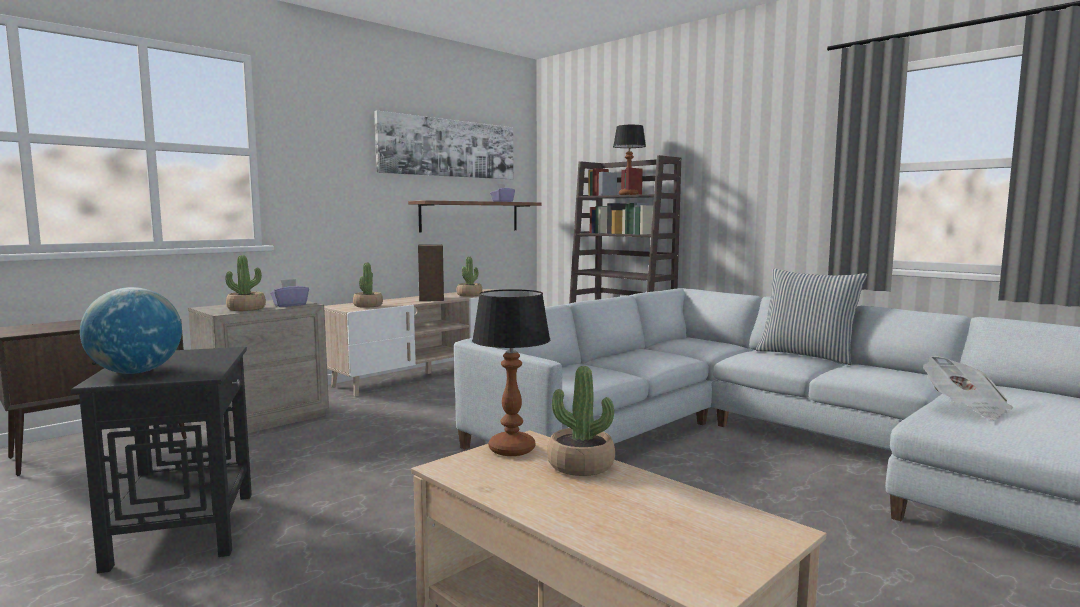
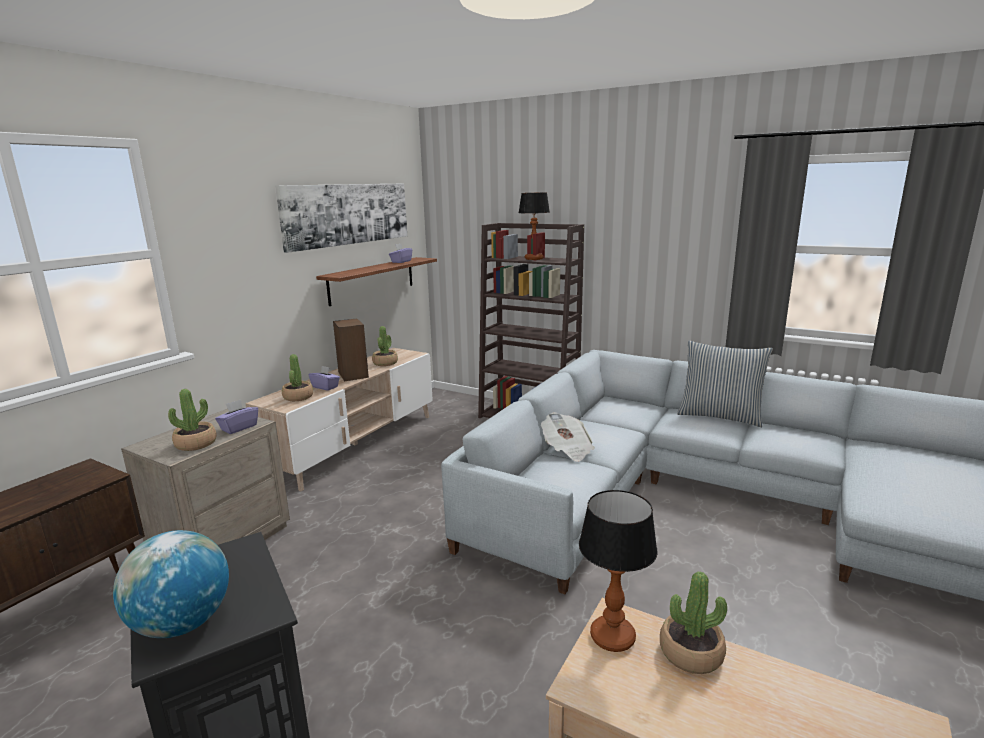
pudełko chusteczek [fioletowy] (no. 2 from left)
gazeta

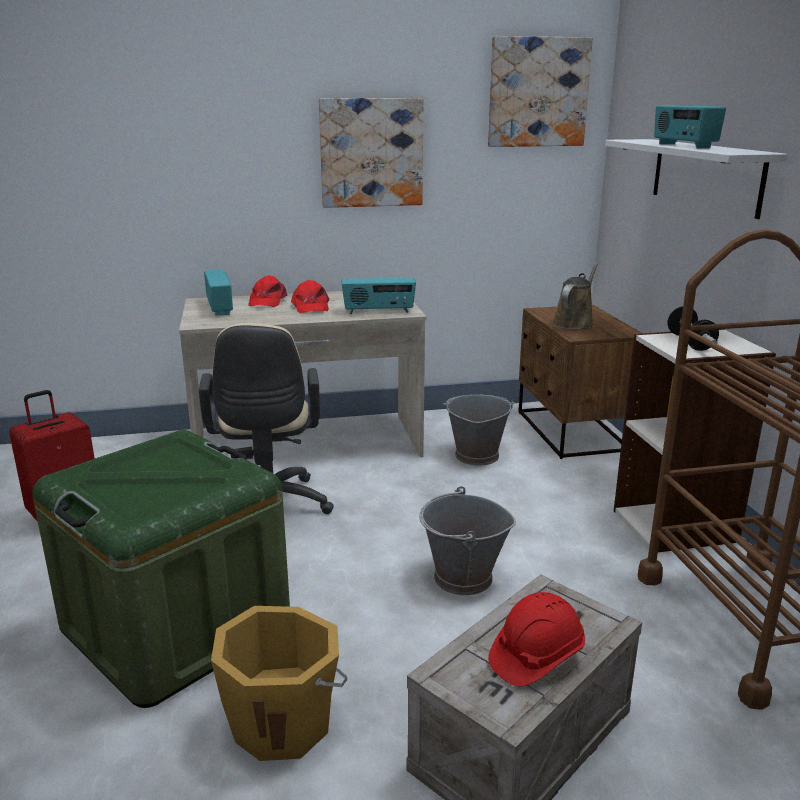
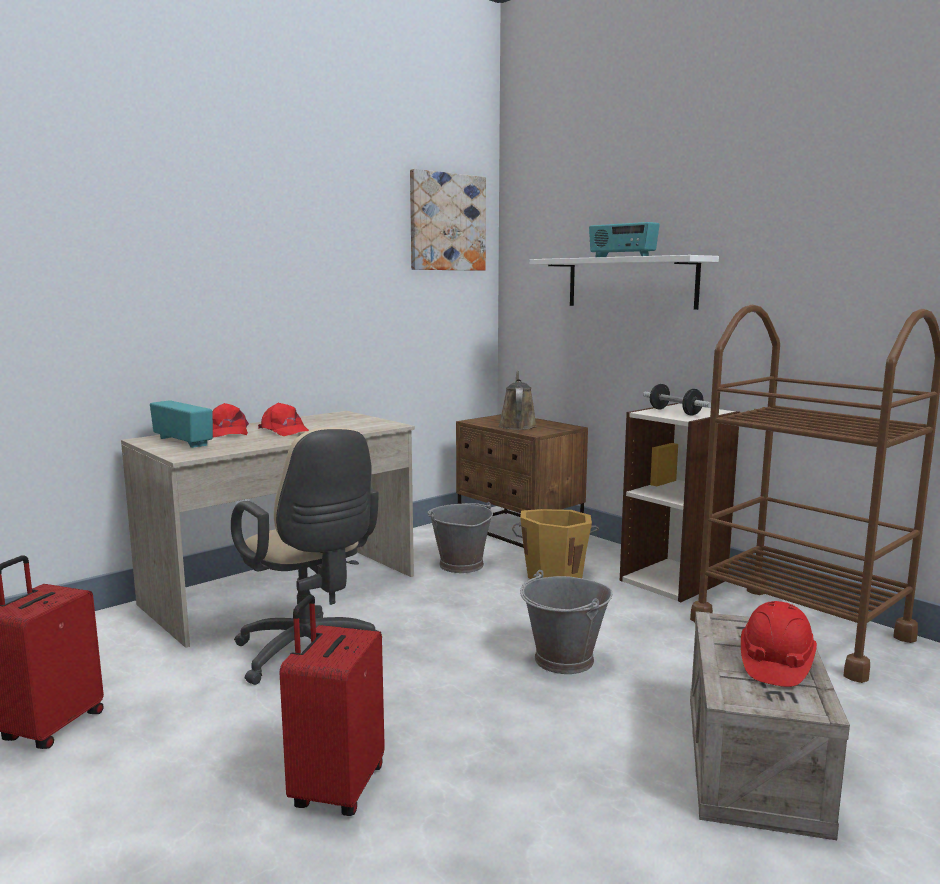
walizka [czerwony] (no. 2 from left)
wiadro [pomarańczowy]
obraz (no. 1 from left in the first image)
radio (no. 2 from left in the first image)

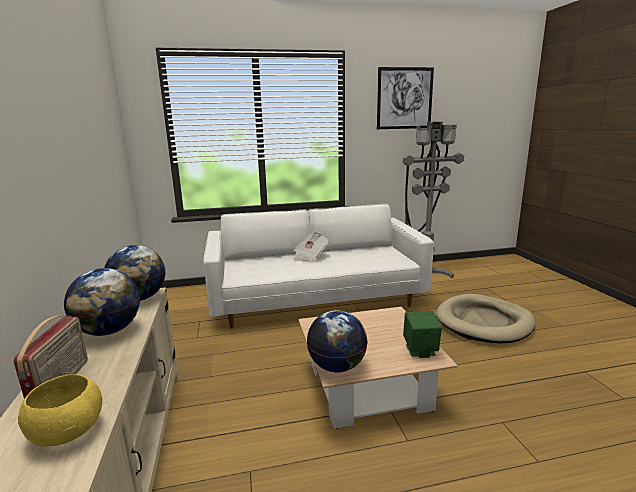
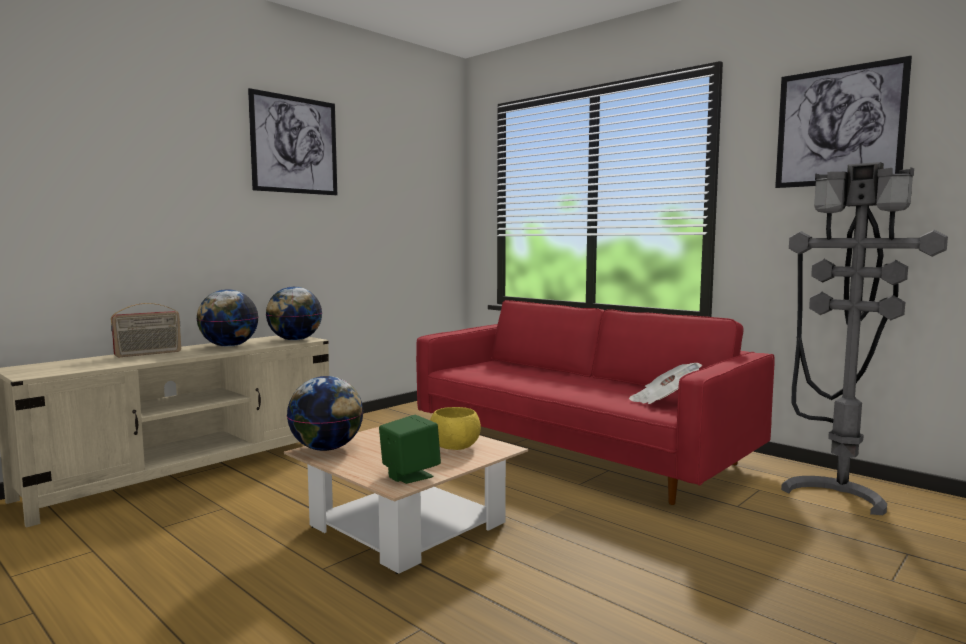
obraz (no. 1 from left)
kanapa [czerwony]
miska [żółty]
gazeta
legowisko [beżowy]

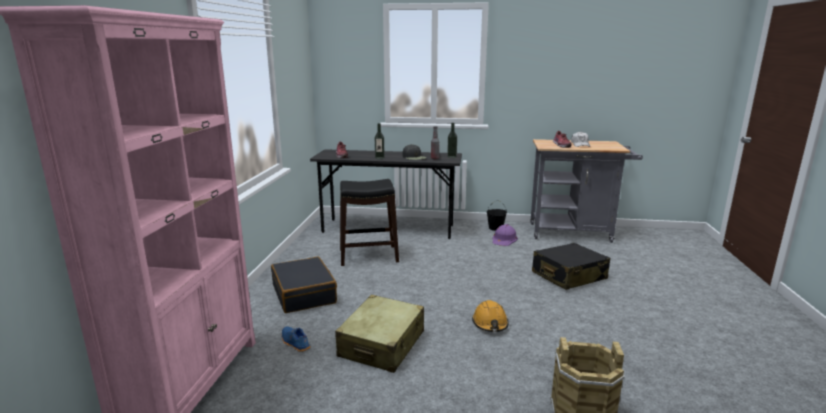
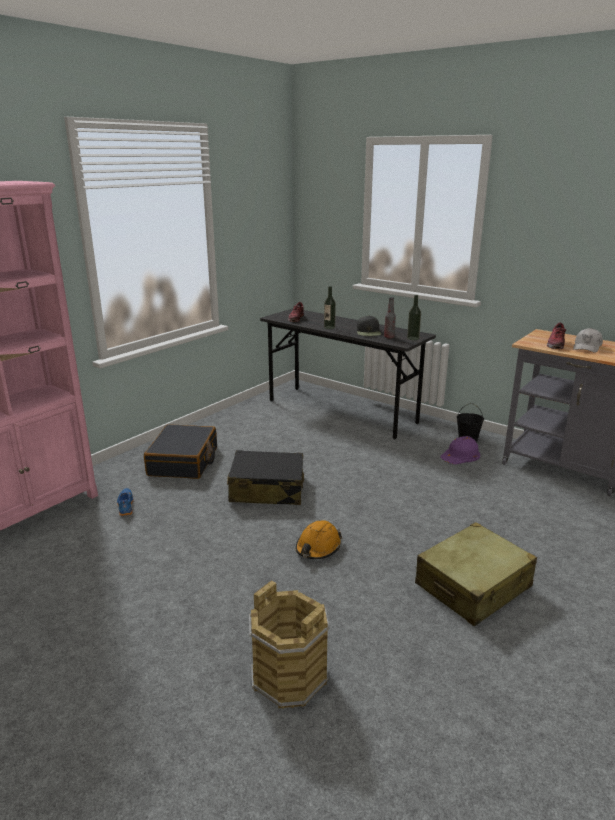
walizka [czarny] (no. 2 from left)
walizka [beżowy]
stołek [czarny]

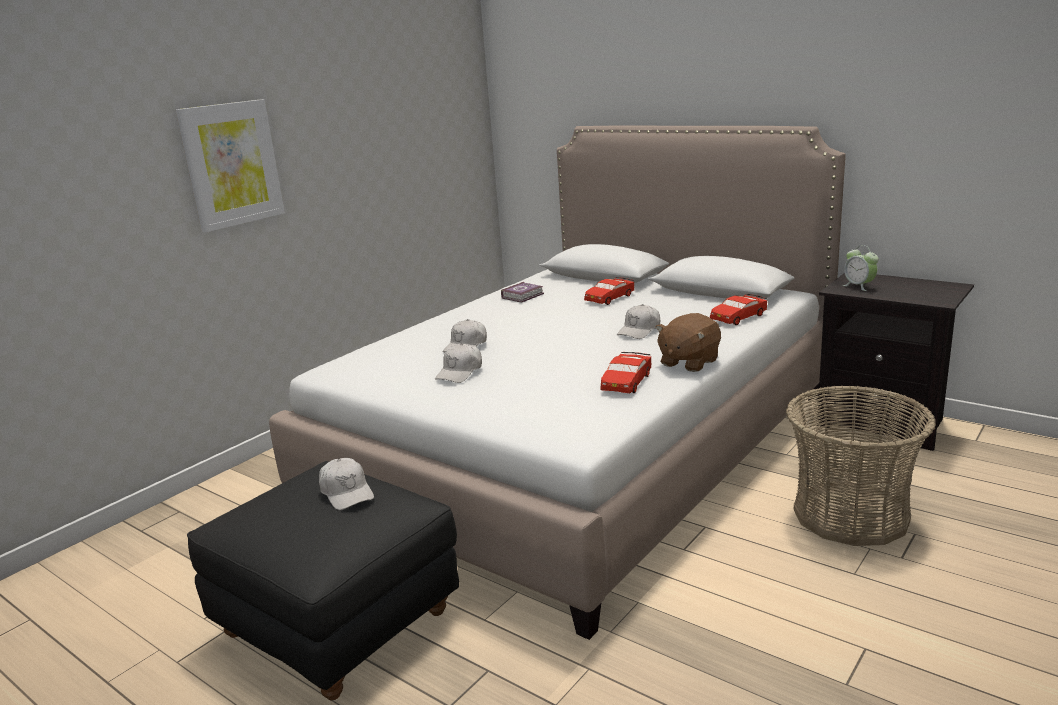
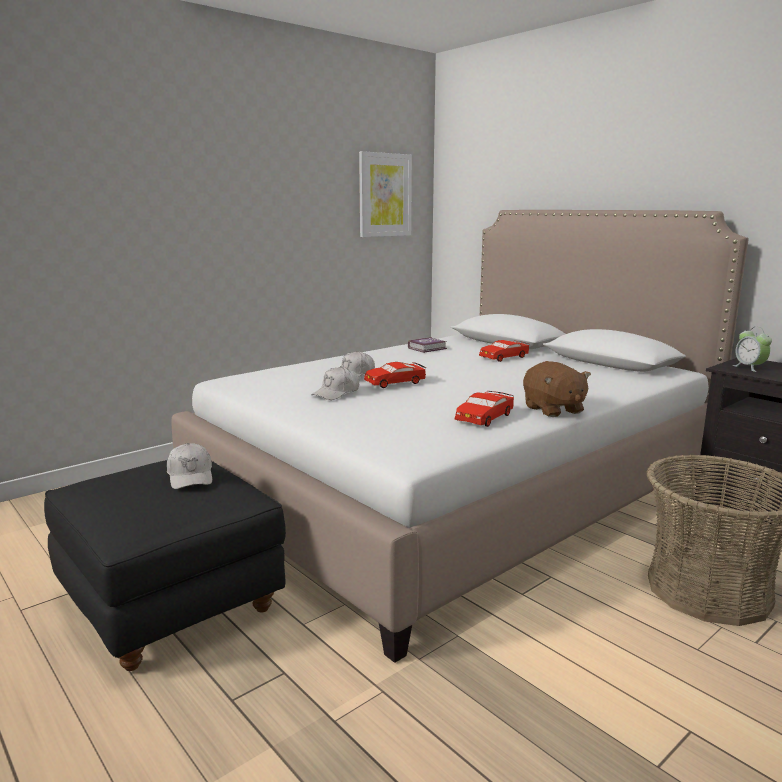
obraz
samochodzik [czerwony] (no. 1 from left)
pluszak [brązowy]
czapka z daszkiem [biały] (no. 4 from left in the first image)

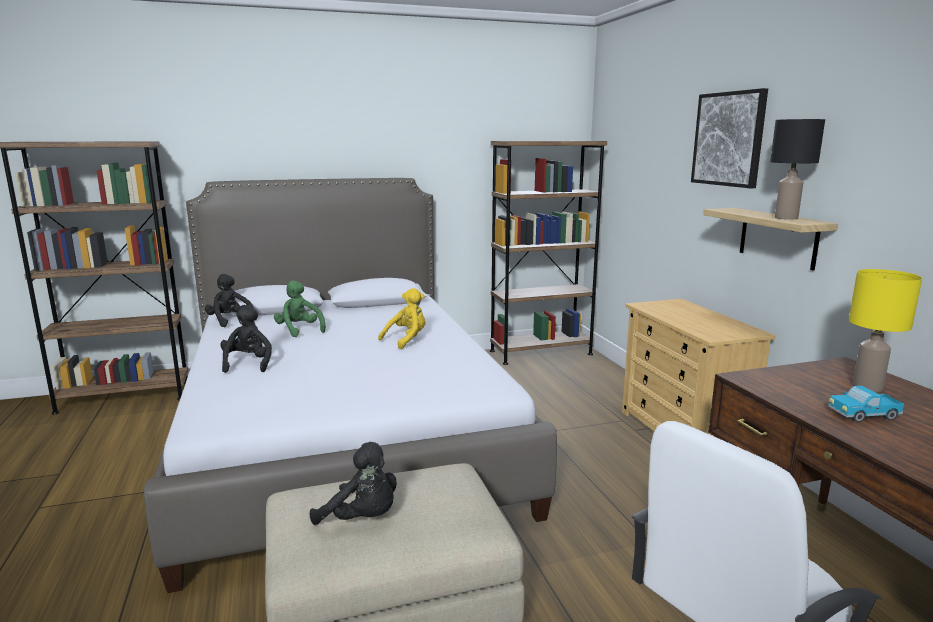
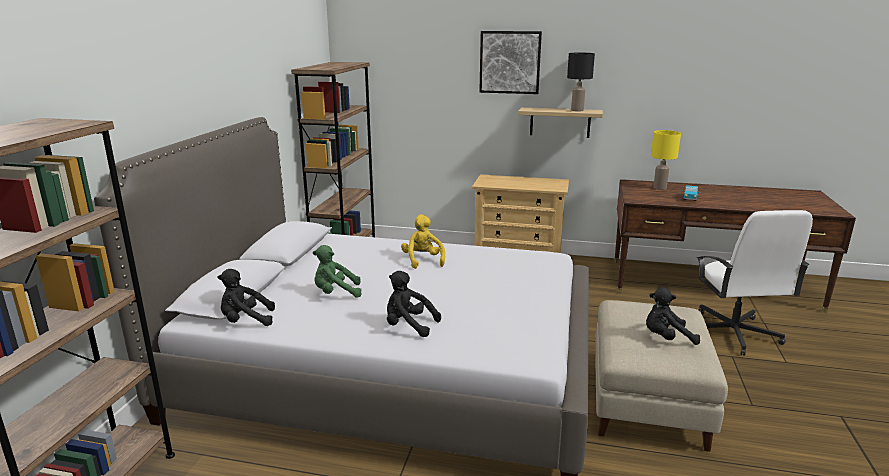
pluszak [czarny] (no. 3 from left)

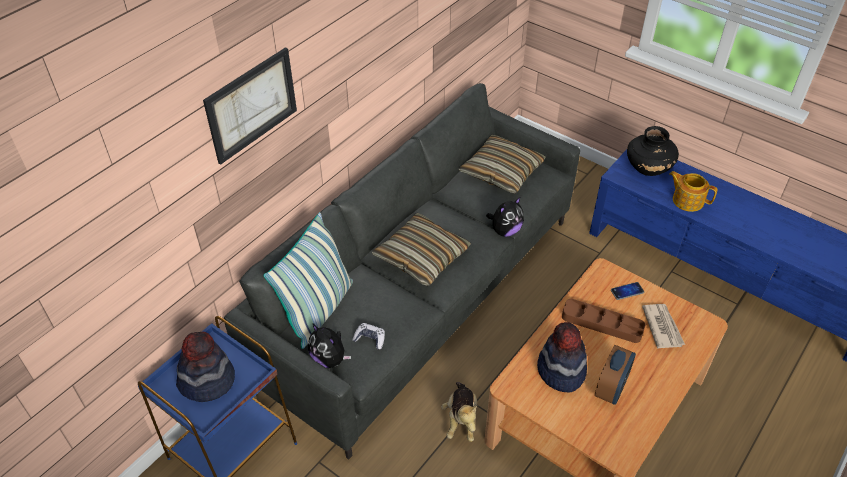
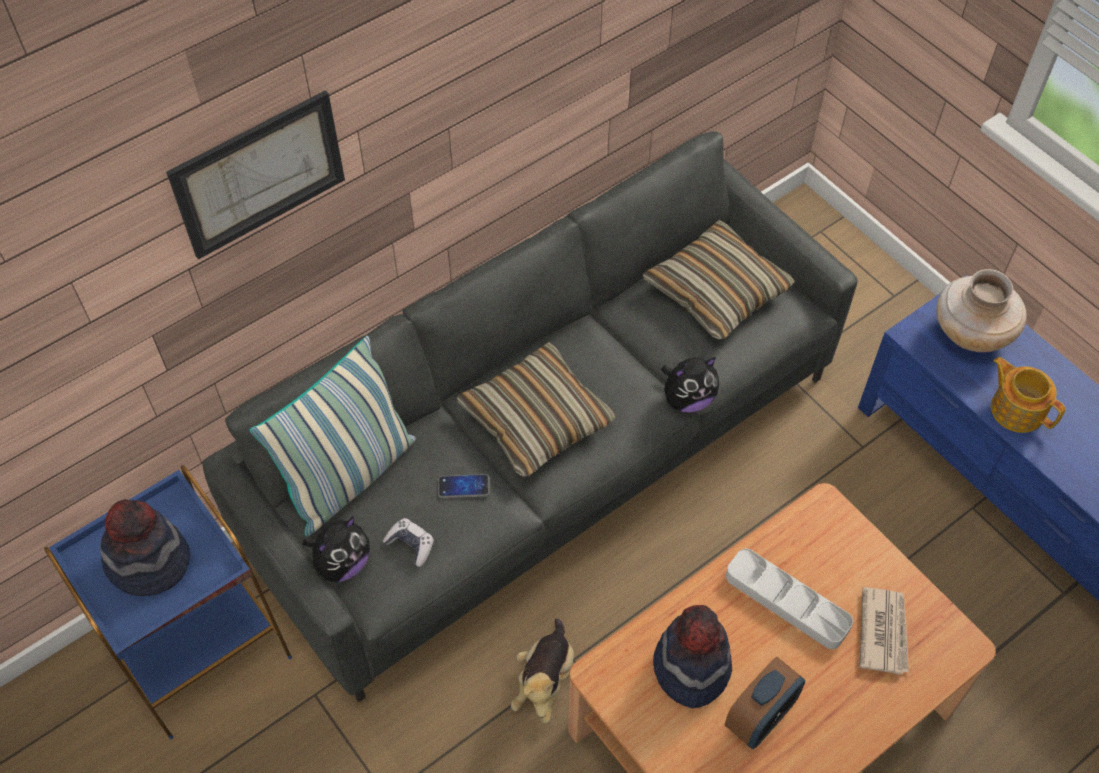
pluszak (no. 1 from left)
telefon
taca [szary]
wazon [beżowy]

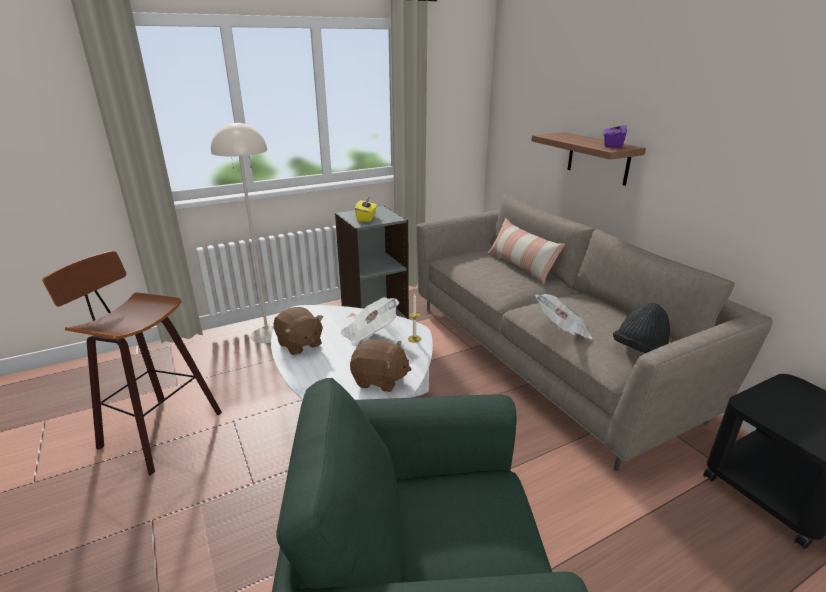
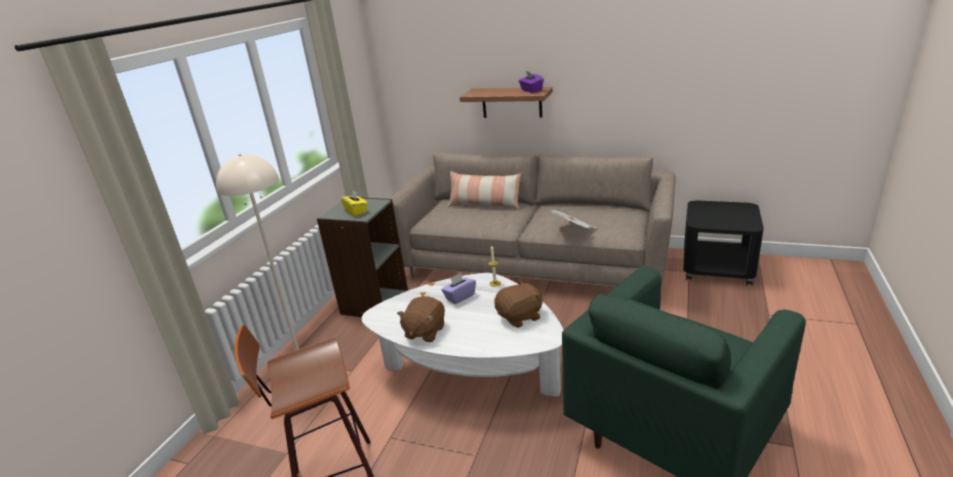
pluszak [brązowy] (no. 1 from left)
pudełko chusteczek [fioletowy] (no. 1 from left)
kapelusz [czarny]

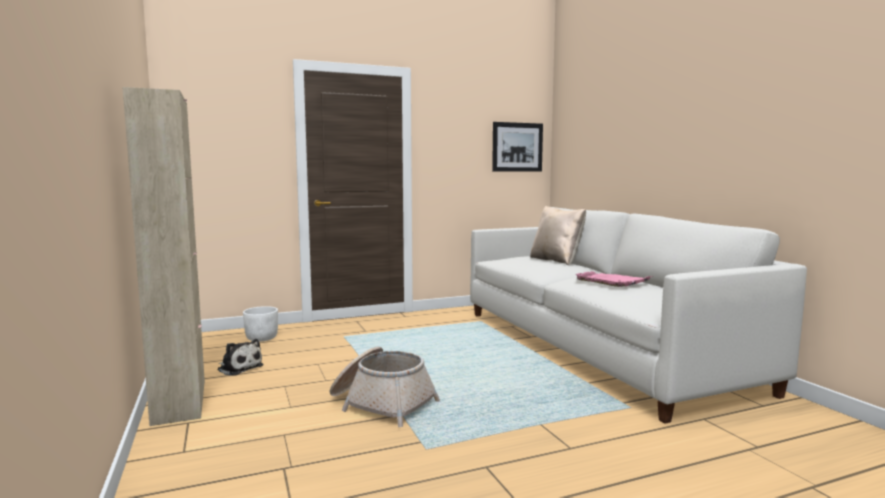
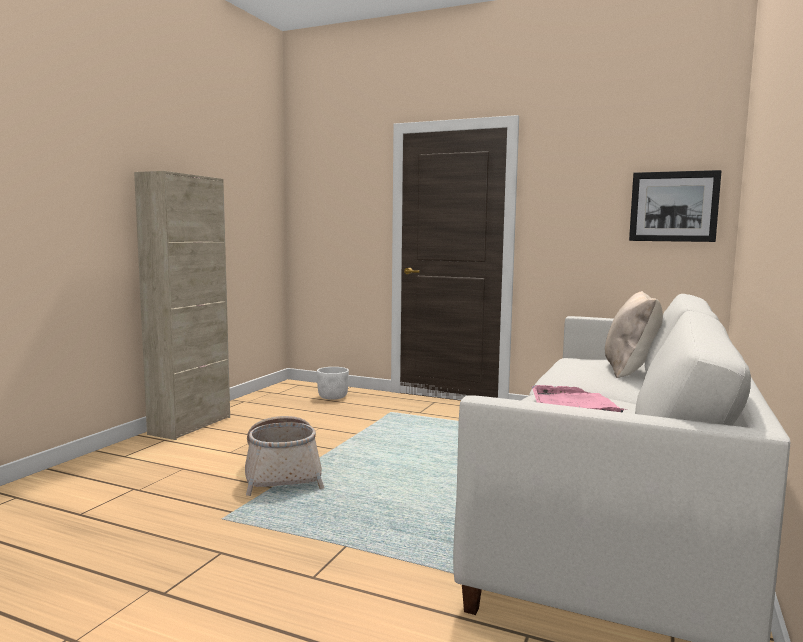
pluszak

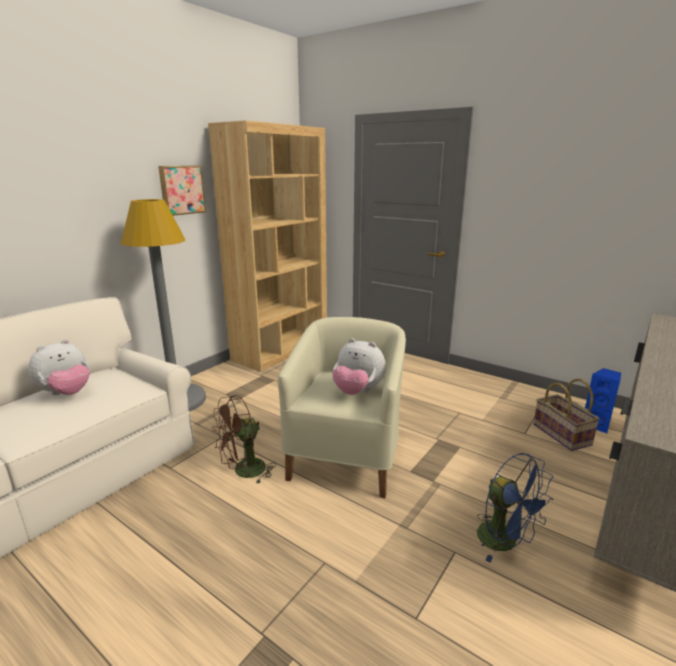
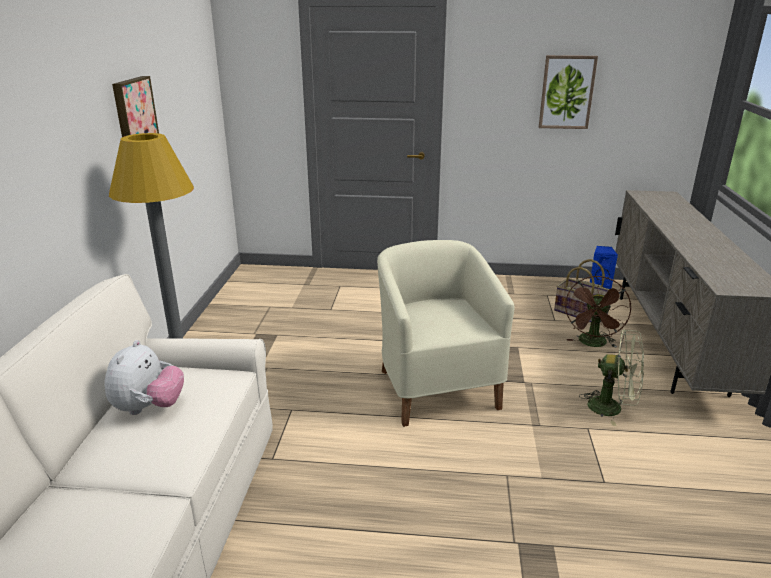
obraz (no. 2 from left)
wentylator [brązowy]
wentylator [zielony]
regał [brązowy]
pluszak (no. 2 from left in the first image)

